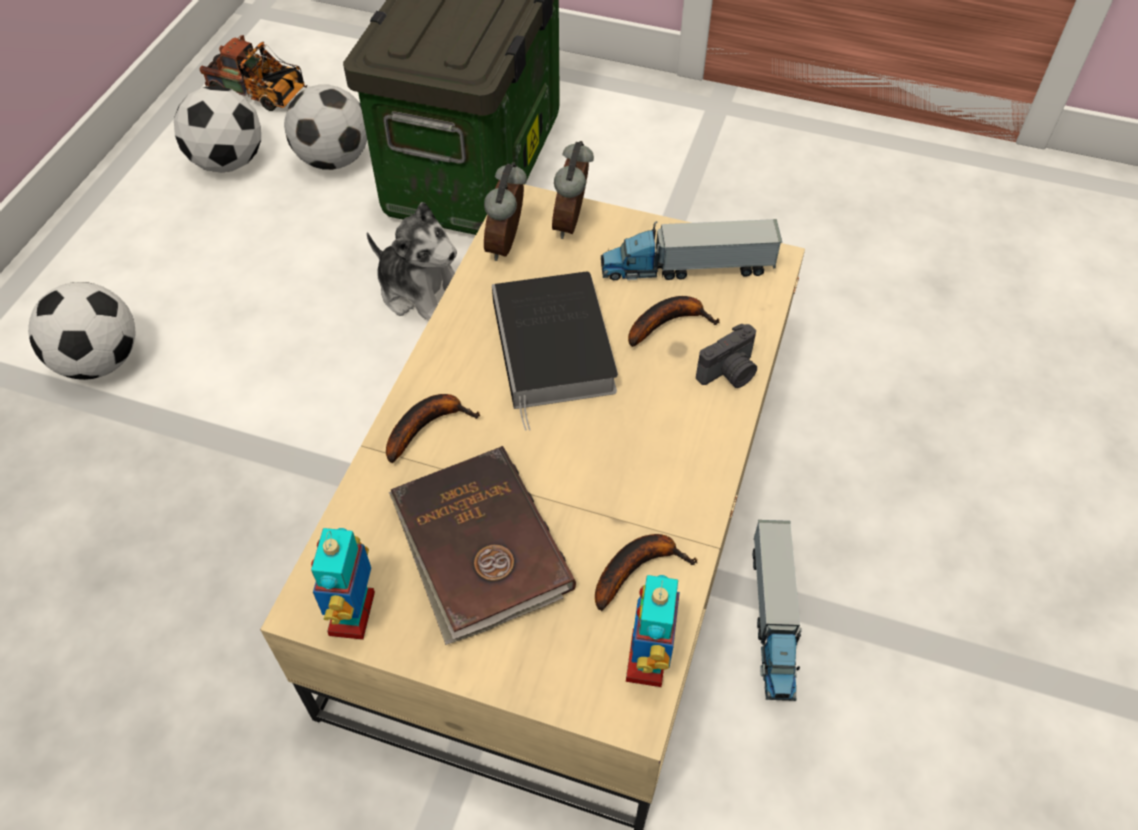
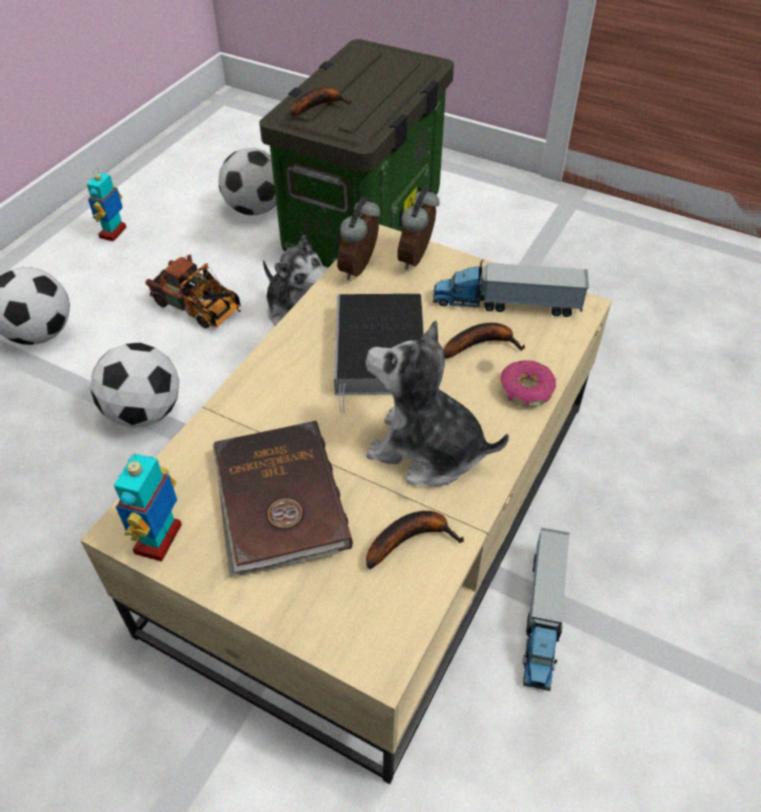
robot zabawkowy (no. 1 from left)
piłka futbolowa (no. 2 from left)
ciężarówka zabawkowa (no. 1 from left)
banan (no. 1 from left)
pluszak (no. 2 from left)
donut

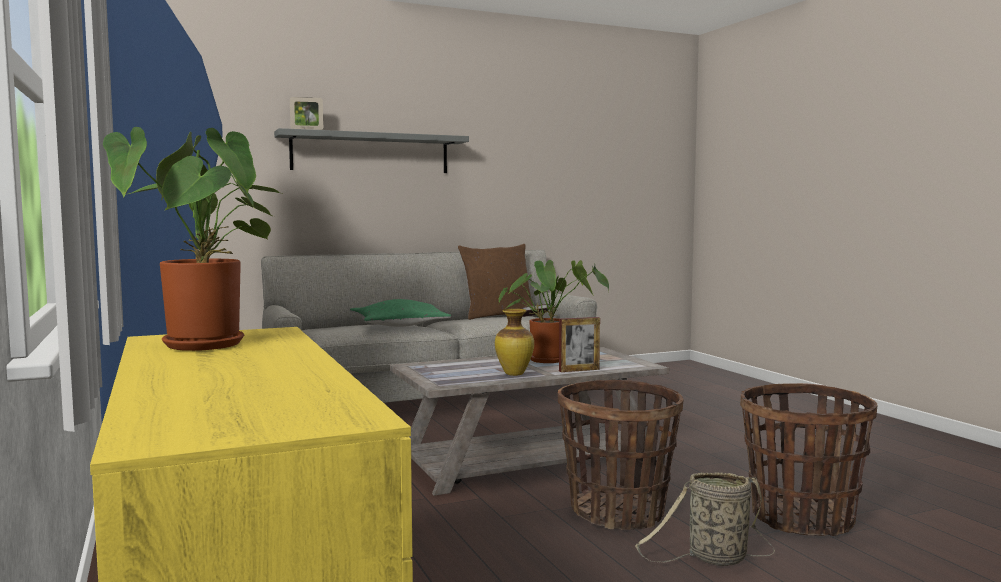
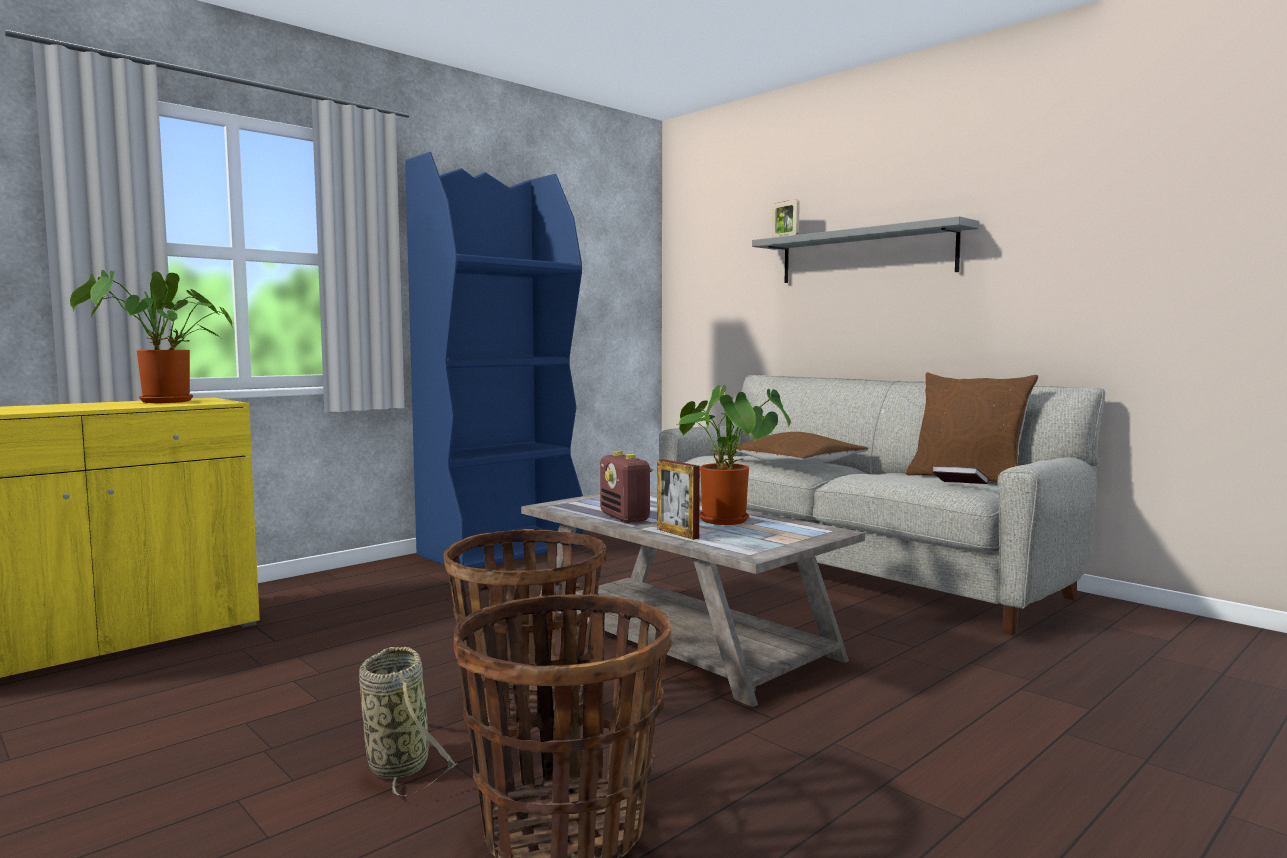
radio
poduszka [brązowy] (no. 1 from left)

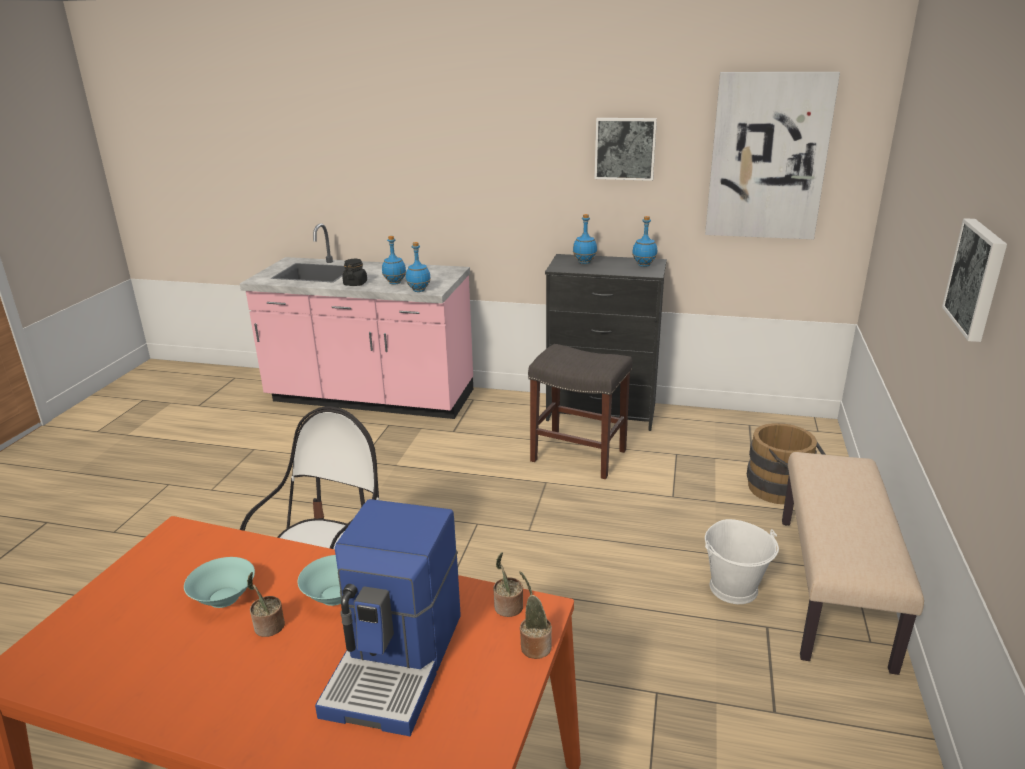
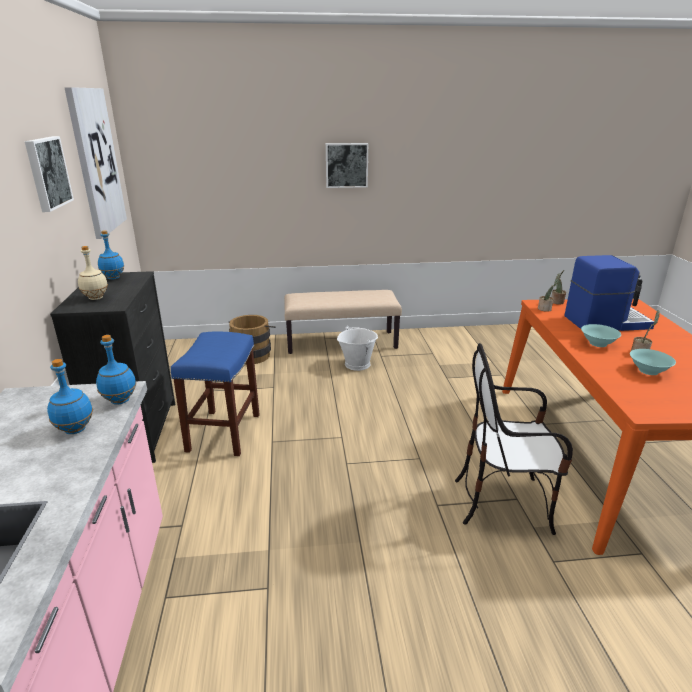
butelka [beżowy]
stołek [niebieski]
słoik [czarny]

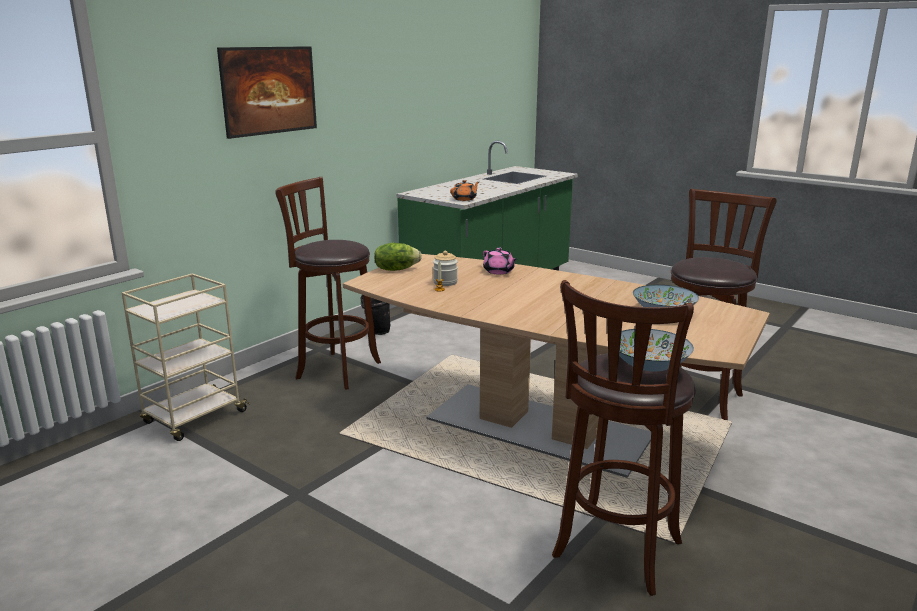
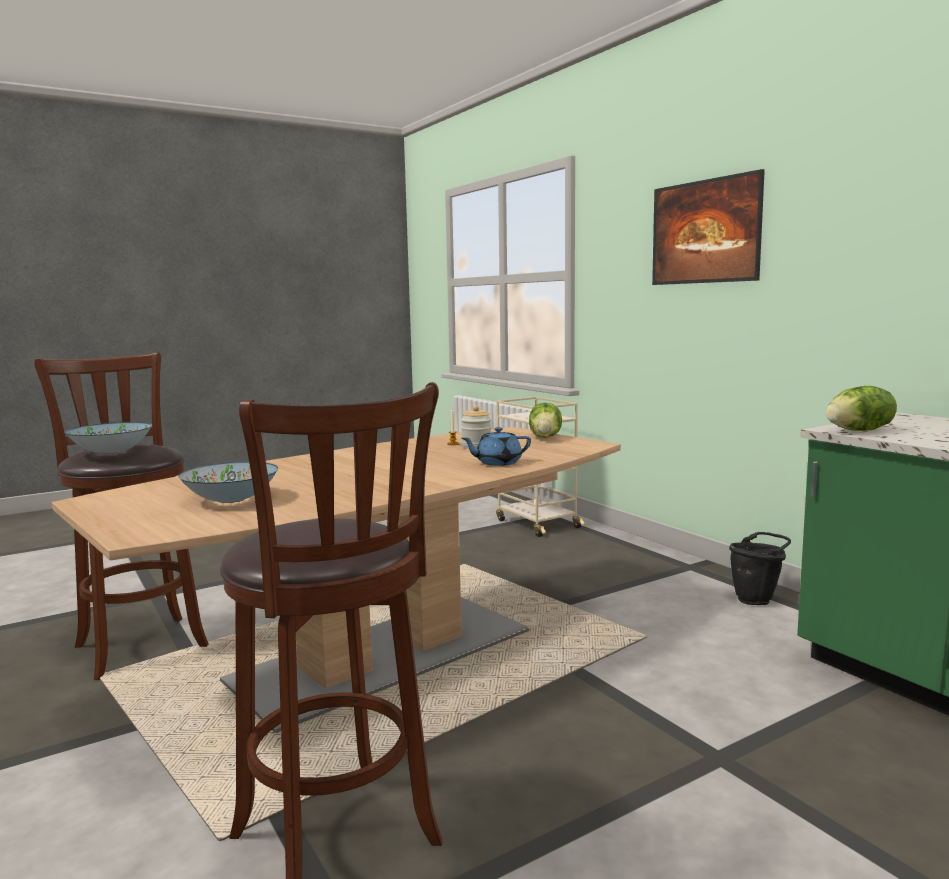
imbryk [niebieski]
sałata (no. 2 from left)
stołek [brązowy] (no. 1 from left in the first image)

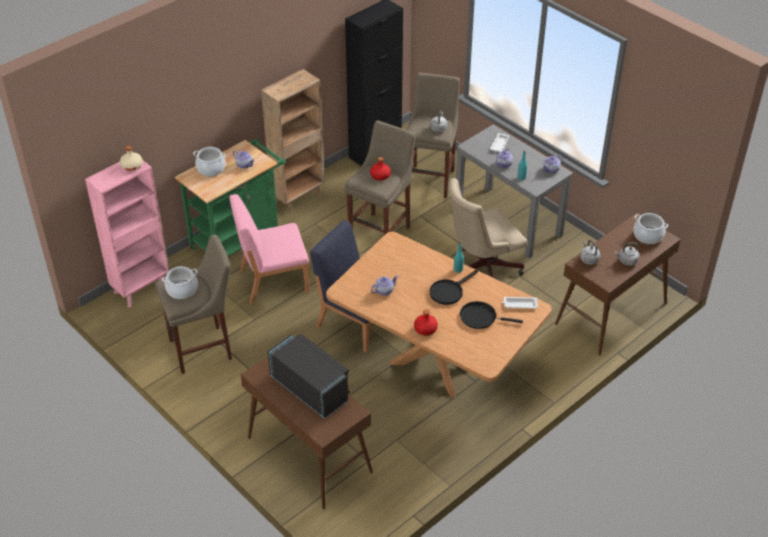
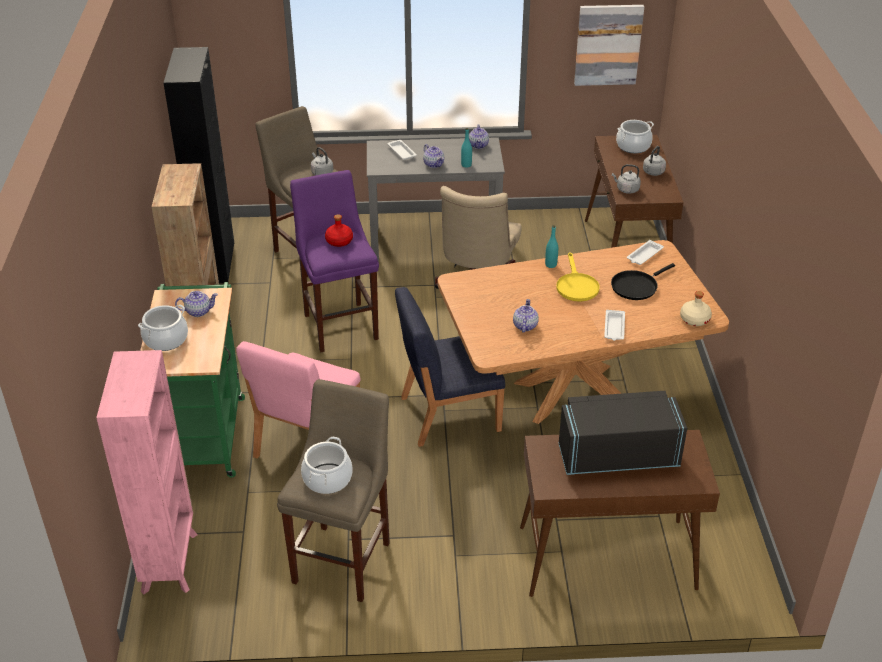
stołek [fioletowy]
patelnia [żółty]
obraz
taca [biały] (no. 2 from left)
butelka [beżowy]

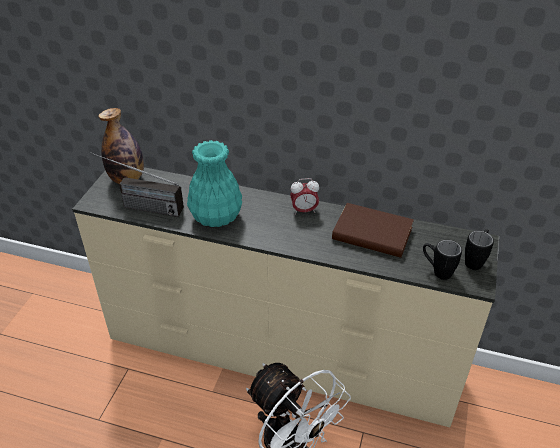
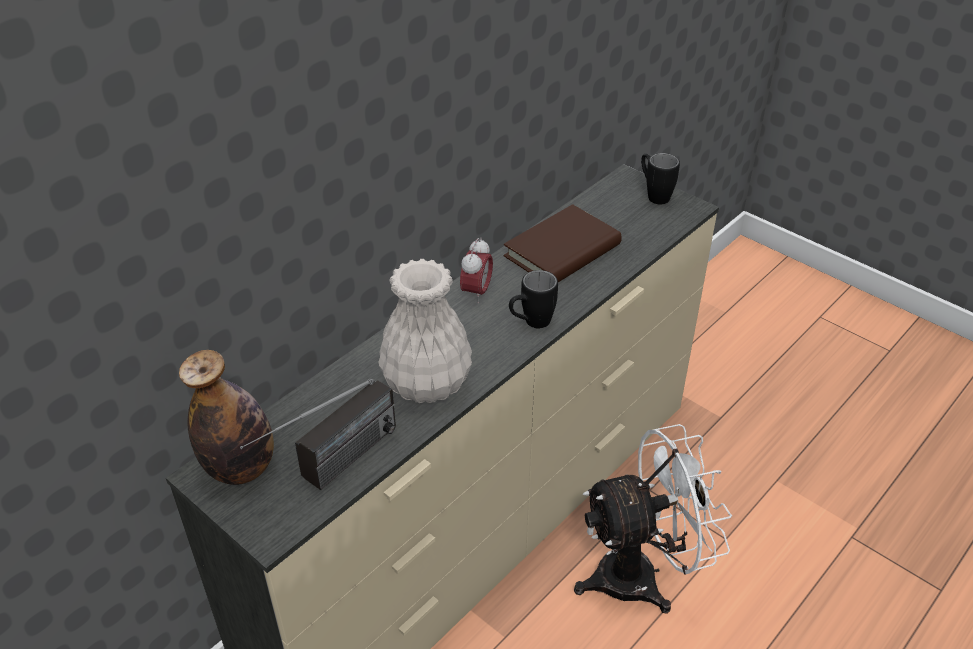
wazon [biały]
kubek [czarny] (no. 1 from left)

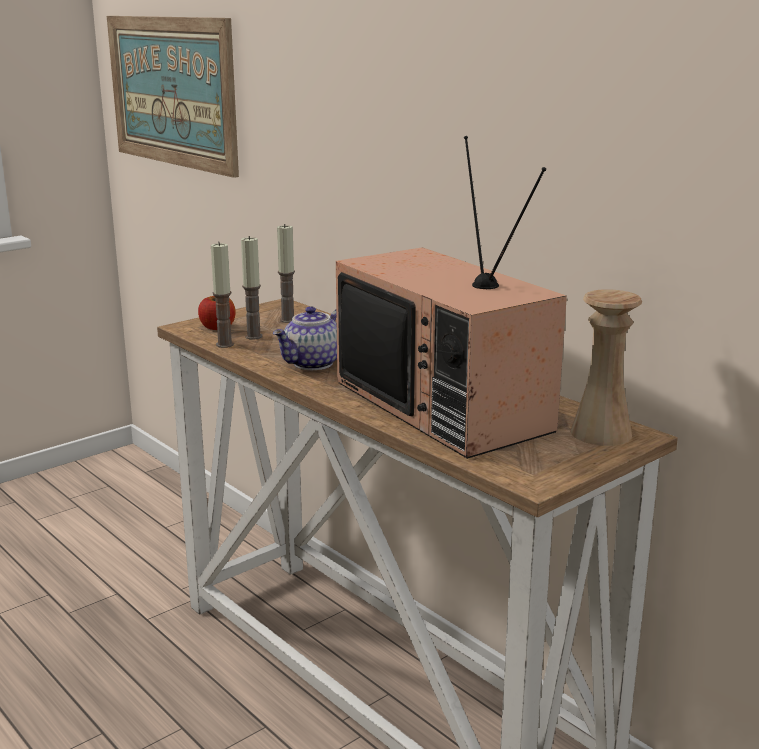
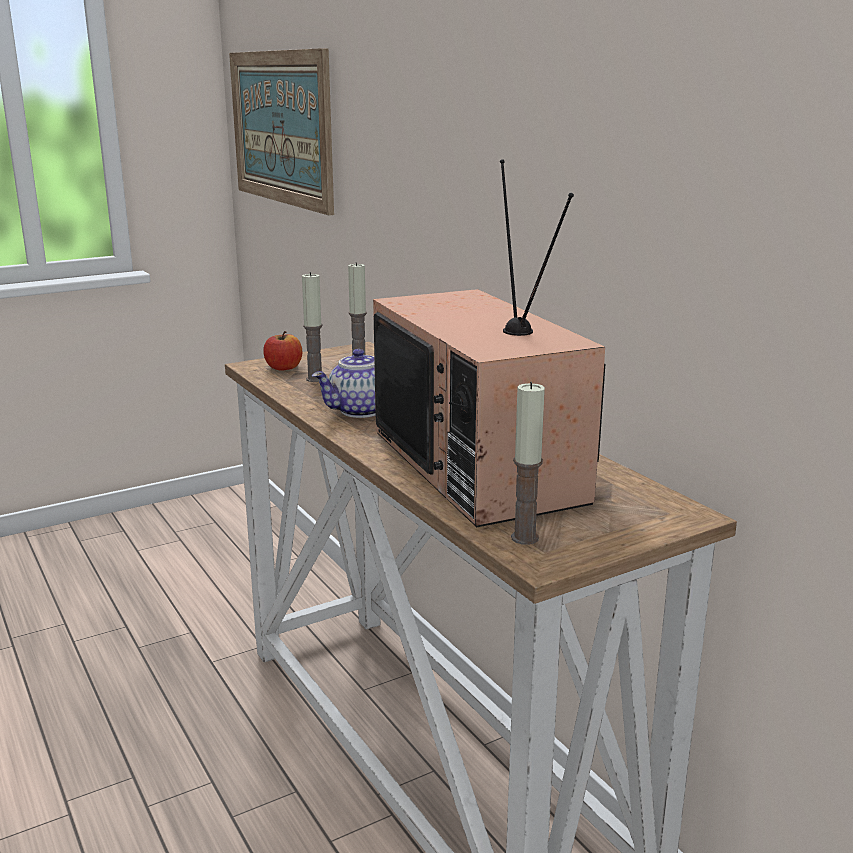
świeca (no. 3 from left)
wazon [beżowy]

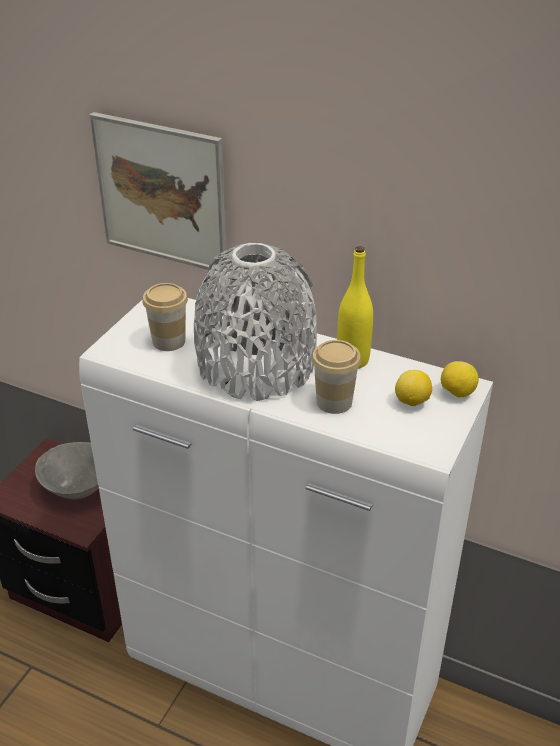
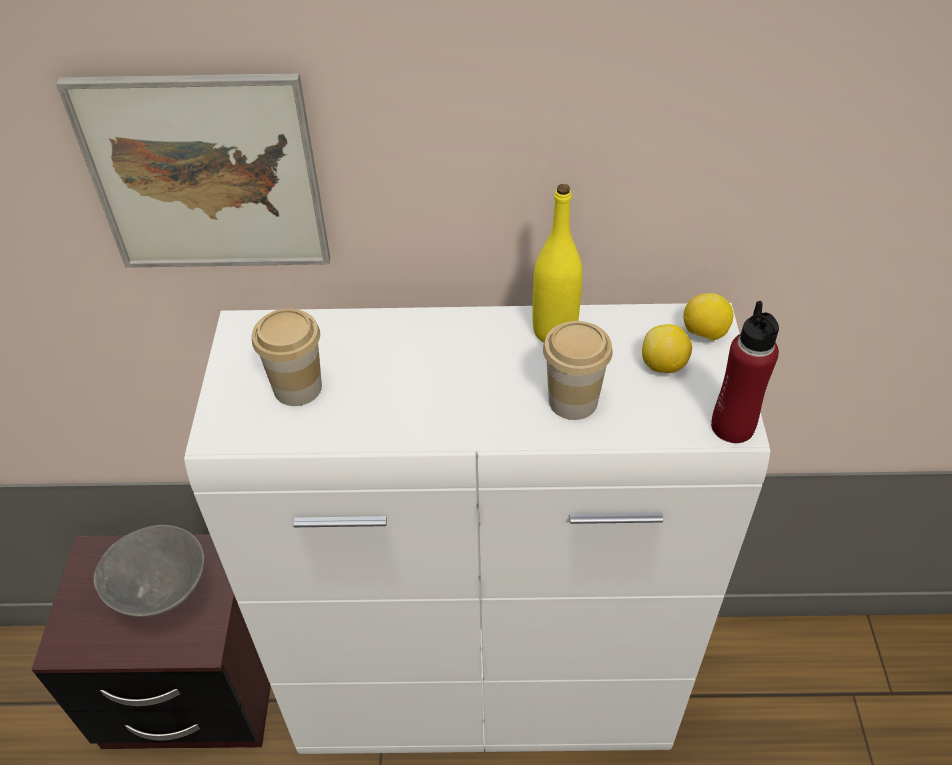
butelka [czerwony]
wazon [szary]

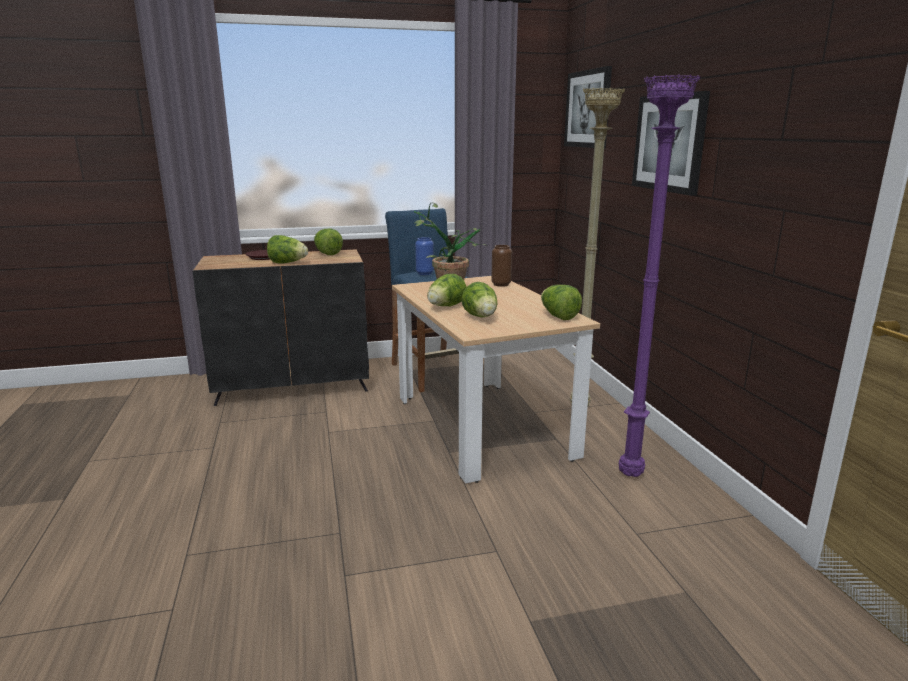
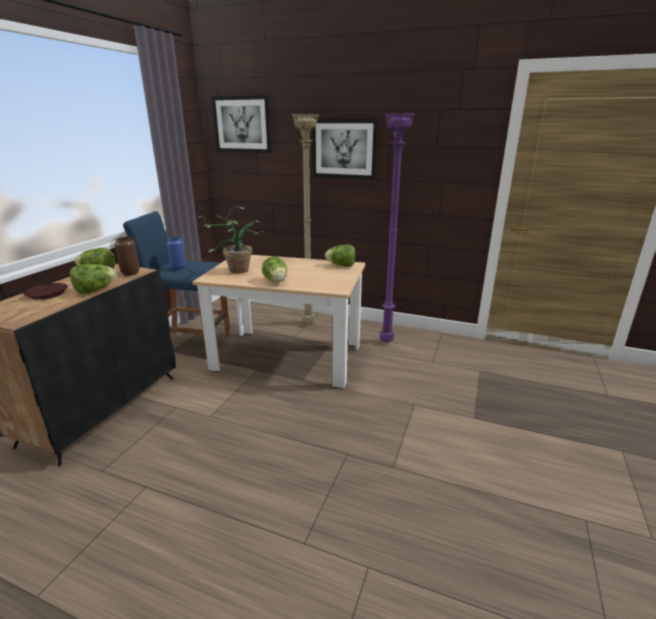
wazon [brązowy]
sałata (no. 4 from left in the first image)

